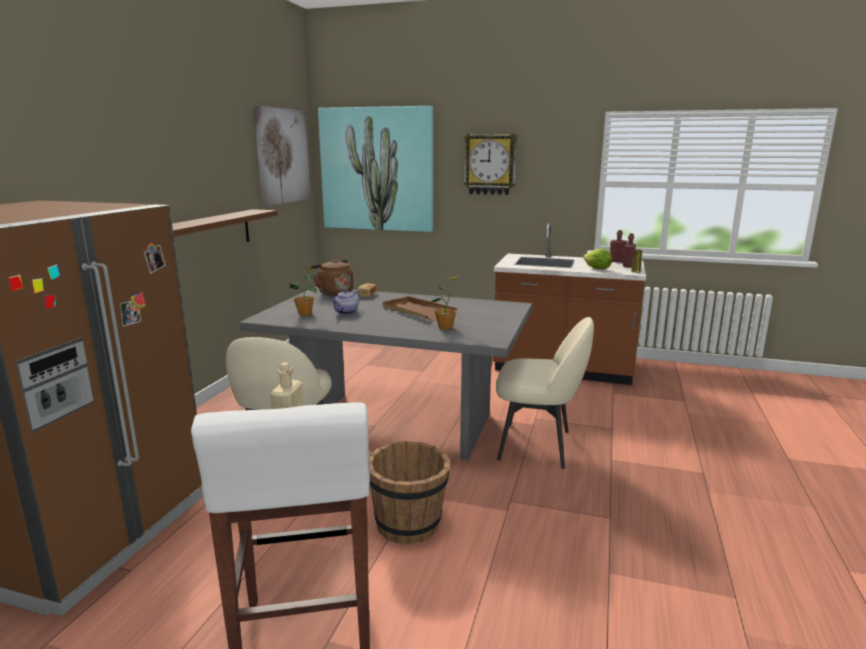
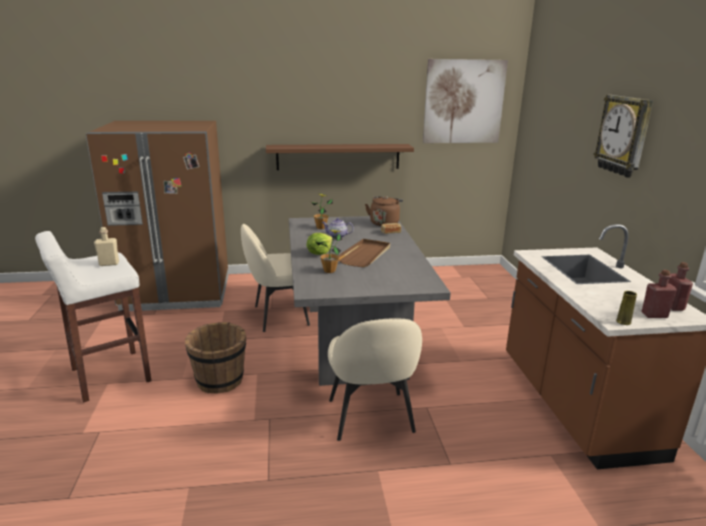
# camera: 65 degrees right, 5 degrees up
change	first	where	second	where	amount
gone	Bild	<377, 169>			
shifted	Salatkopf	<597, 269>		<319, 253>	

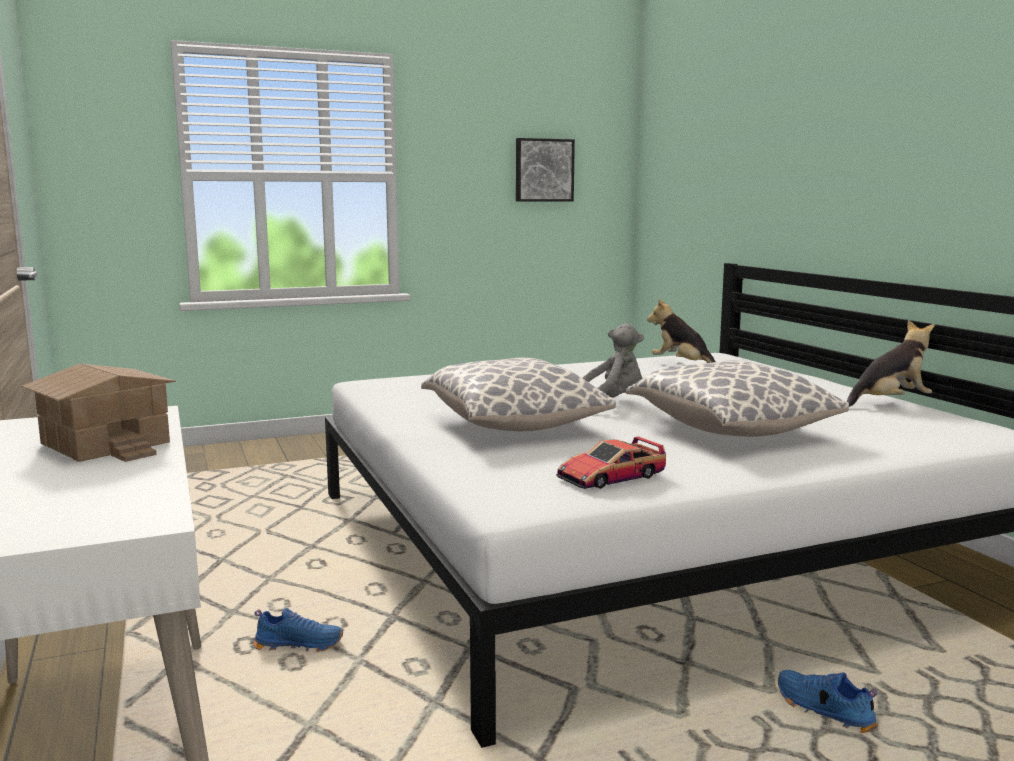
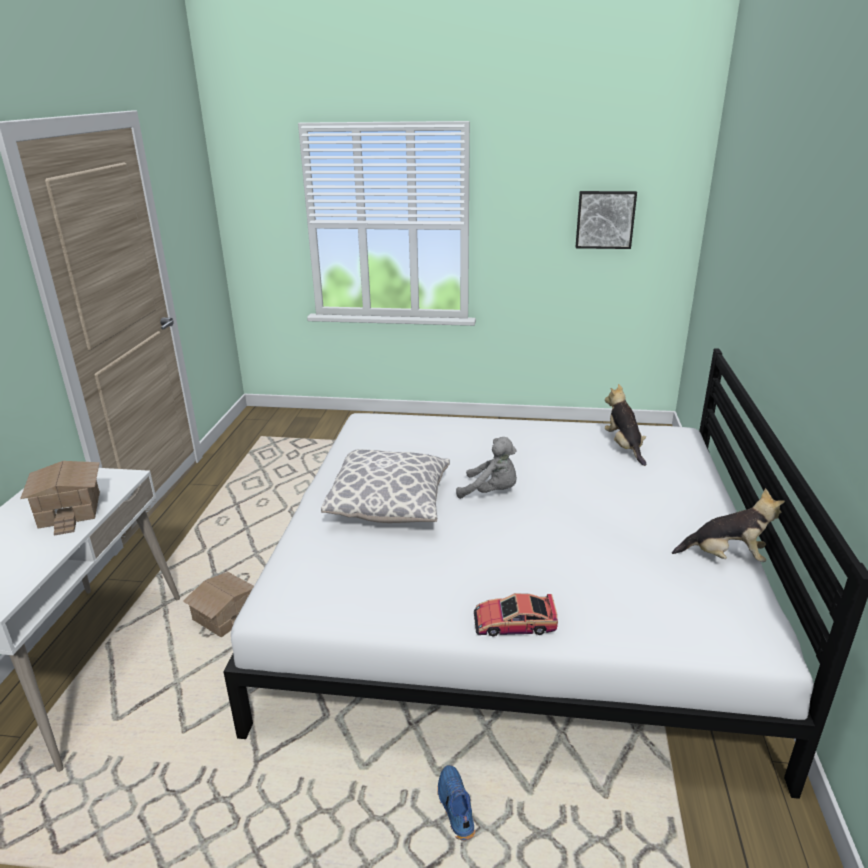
# camera: 30 degrees right, 15 degrees up
change	first	where	second	where	amount
gone	Kissen	<731, 430>			
shifted	Spielzeugauto	<610, 477>		<514, 623>	
swapped	Schuh (blau)	<299, 645>	Spielzeughaus	<225, 616>	

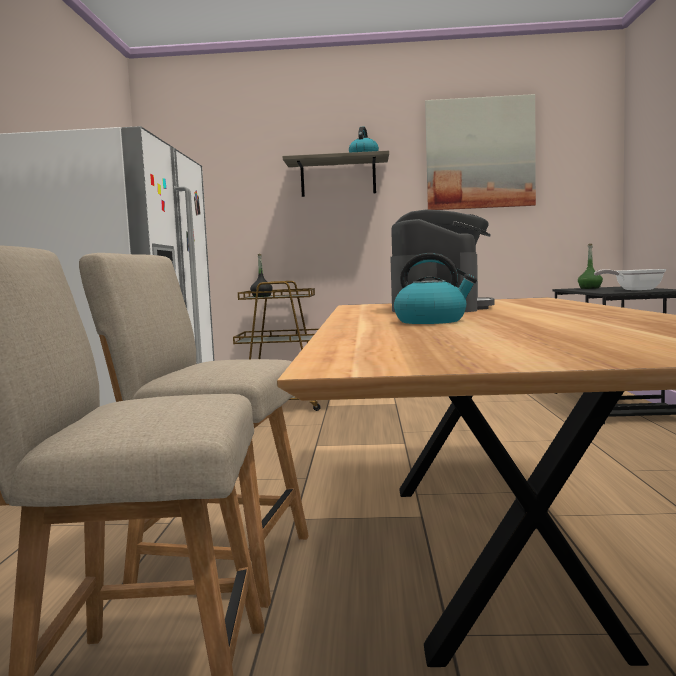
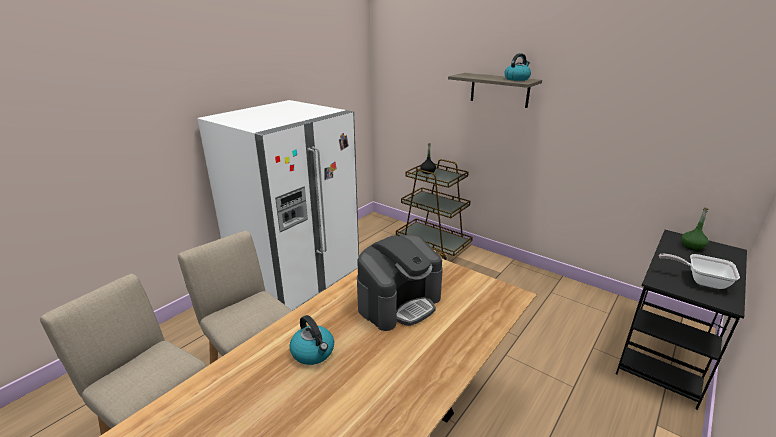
# camera: 35 degrees right, 20 degrees up
change	first	where	second	where	amount
gone	Bild	<479, 154>			

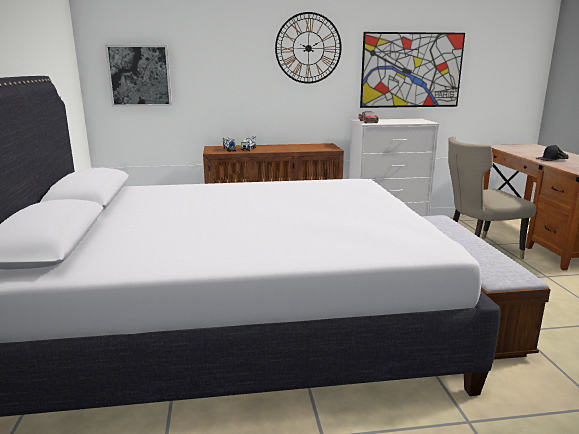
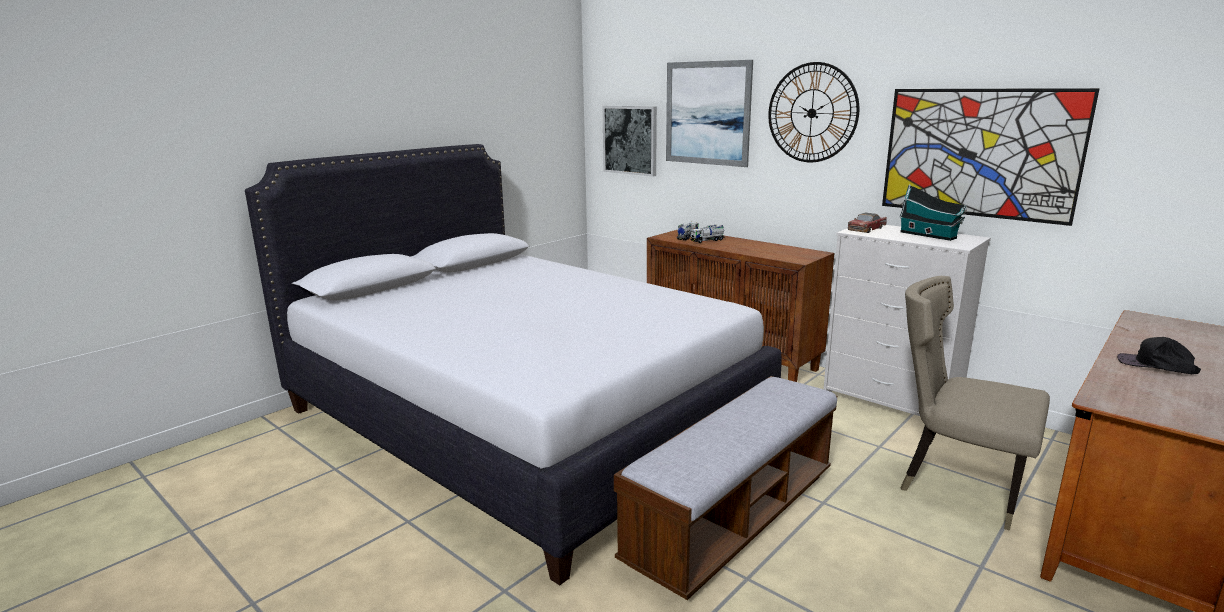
# camera: 50 degrees right, 0 degrees up
change	first	where	second	where	amount
new			Bild	<707, 113>	
new			Spielzeughaus	<930, 235>	

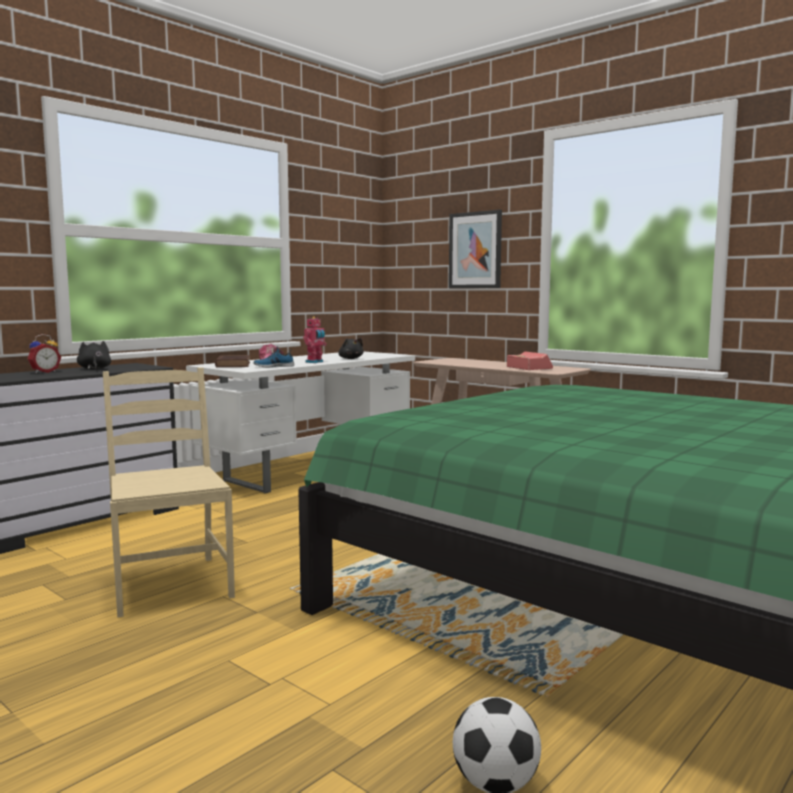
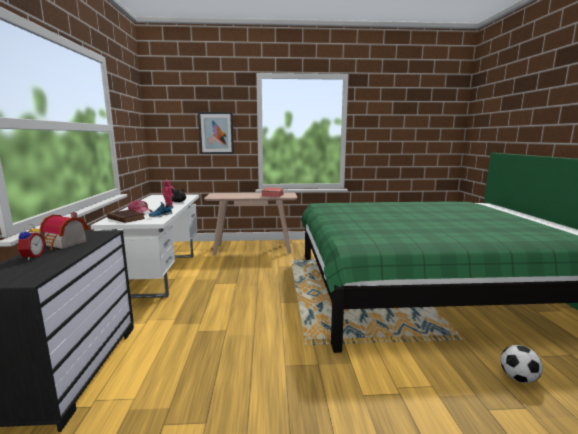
# camera: 45 degrees left, 5 degrees up
change	first	where	second	where	amount
swapped	Plüschtier (schwarz)	<94, 369>	Spielzeughaus	<65, 244>	
gone	Stuhl (beige)	<169, 584>			

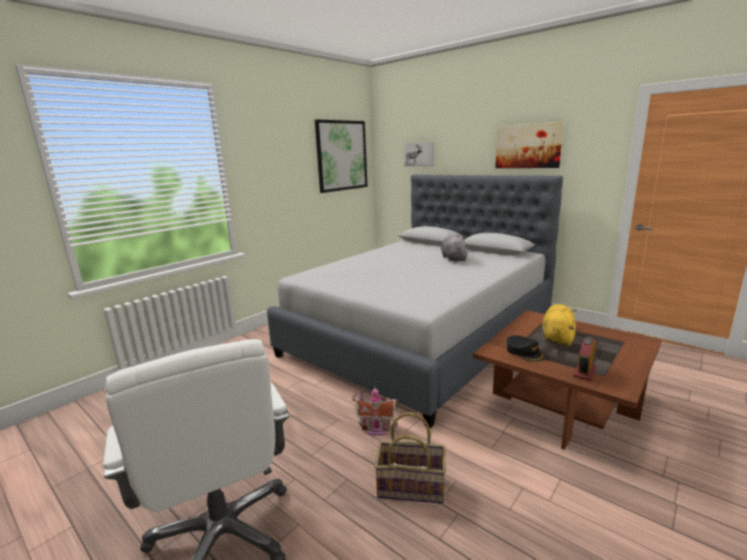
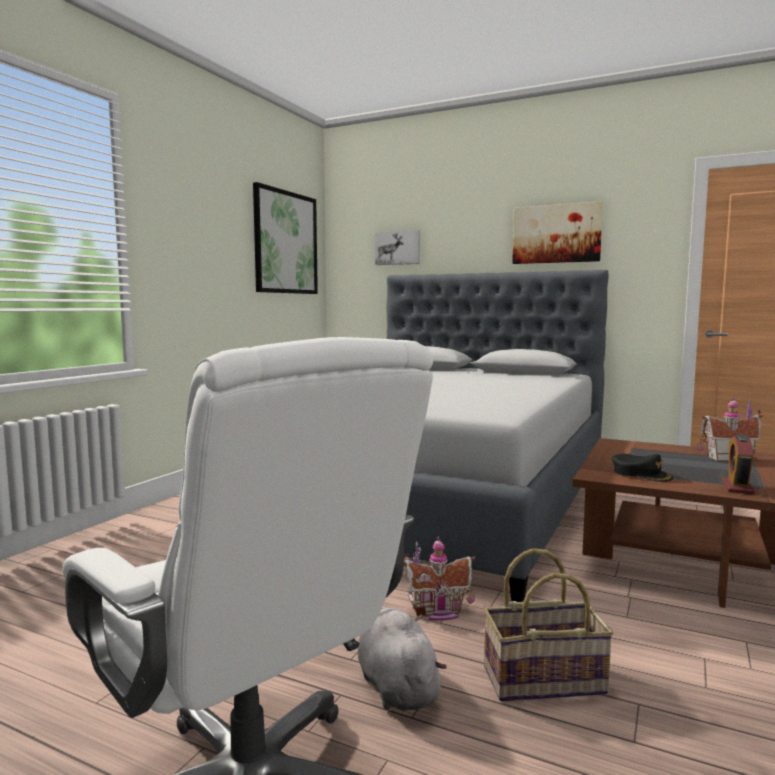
# camera: 15 degrees left, 10 degrees down
change	first	where	second	where	amount
shifted	Plüschtier (grau)	<453, 258>		<396, 685>	
gone	Plüschtier (gelb)	<557, 338>			
new			Spielzeughaus	<726, 457>	

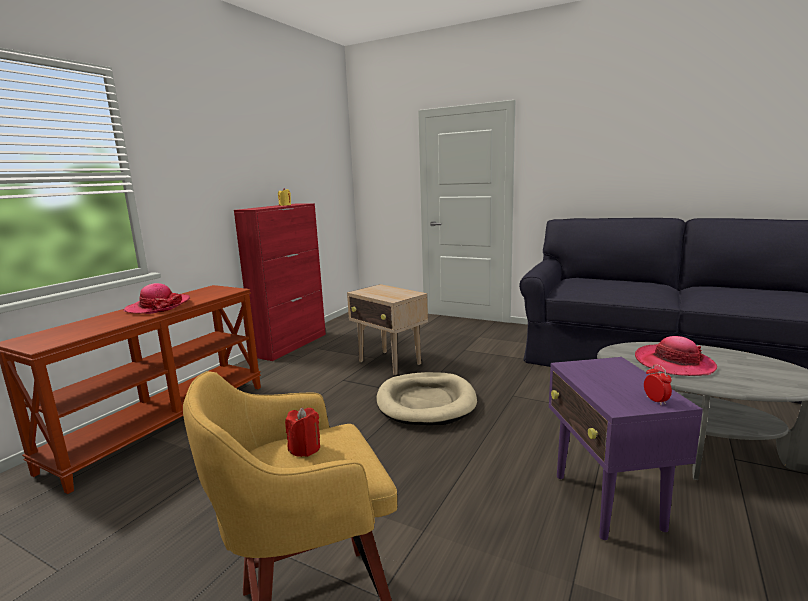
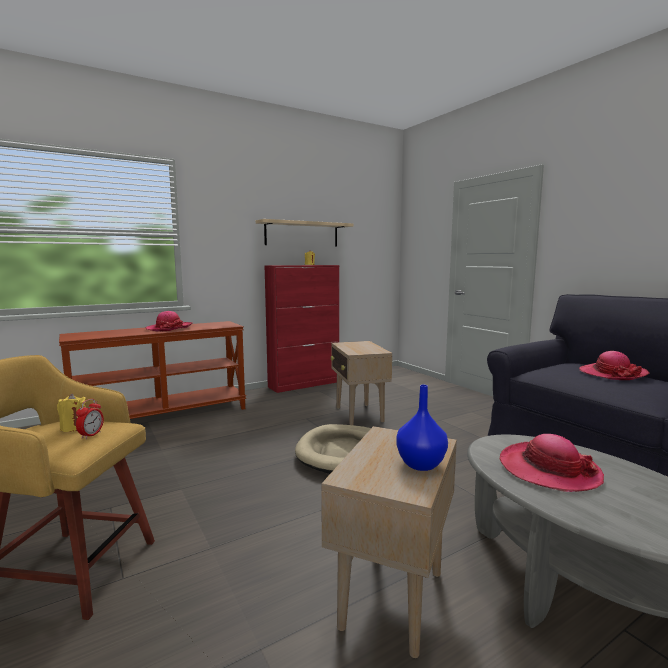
# camera: 30 degrees right, 5 degrees down
change	first	where	second	where	amount
repainted	Beistelltisch (lila)	<607, 503>	Beistelltisch (beige)	<391, 600>	
shifted	Wecker	<655, 400>		<91, 435>	
repainted	Kerze (rot)	<305, 448>	Kerze (gelb)	<74, 427>	
new			Wandregal (beige)	<302, 234>	
new			Hut	<612, 374>	
new			Vase (blau)	<419, 464>	

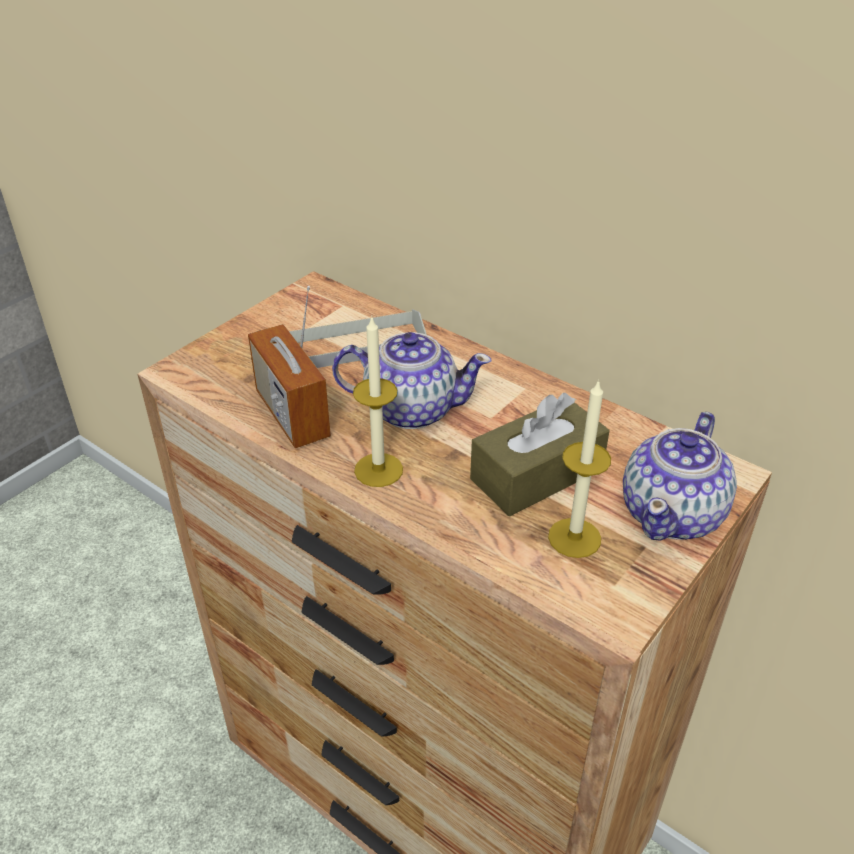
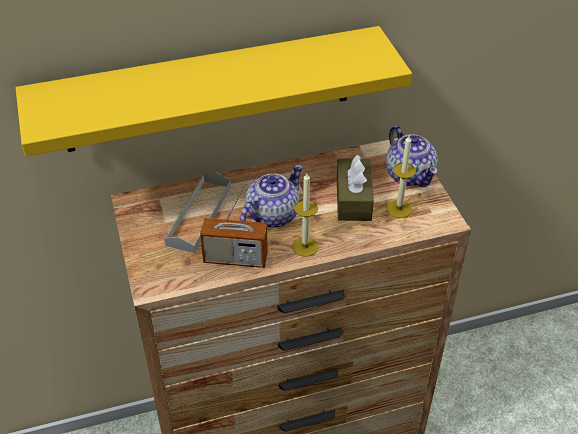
# camera: 55 degrees left, 5 degrees up
change	first	where	second	where	amount
new			Wandregal (gelb)	<208, 90>	

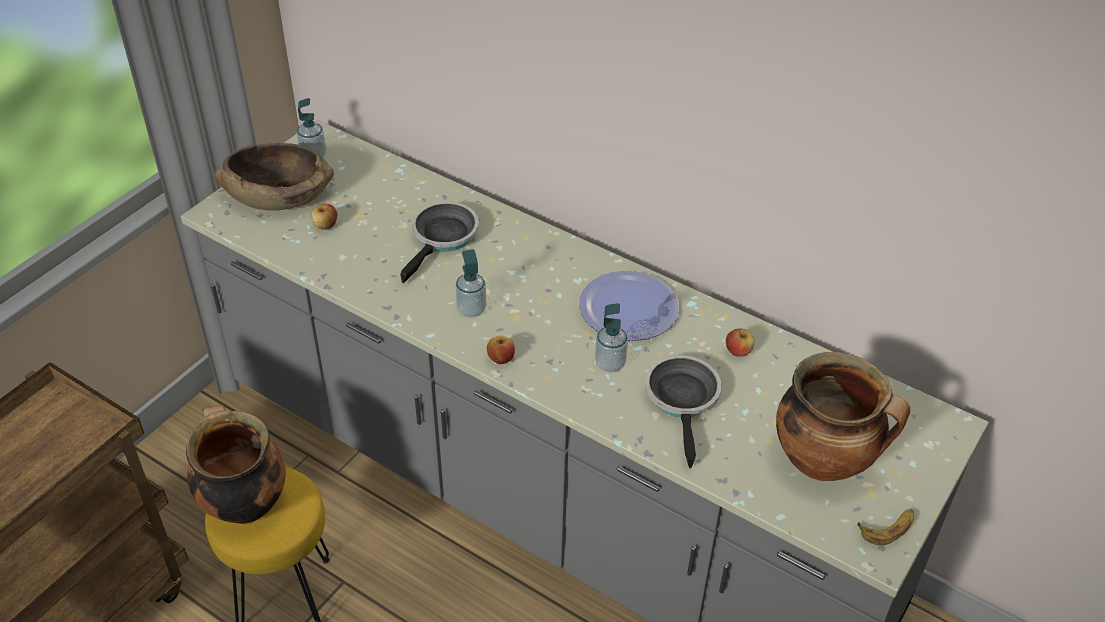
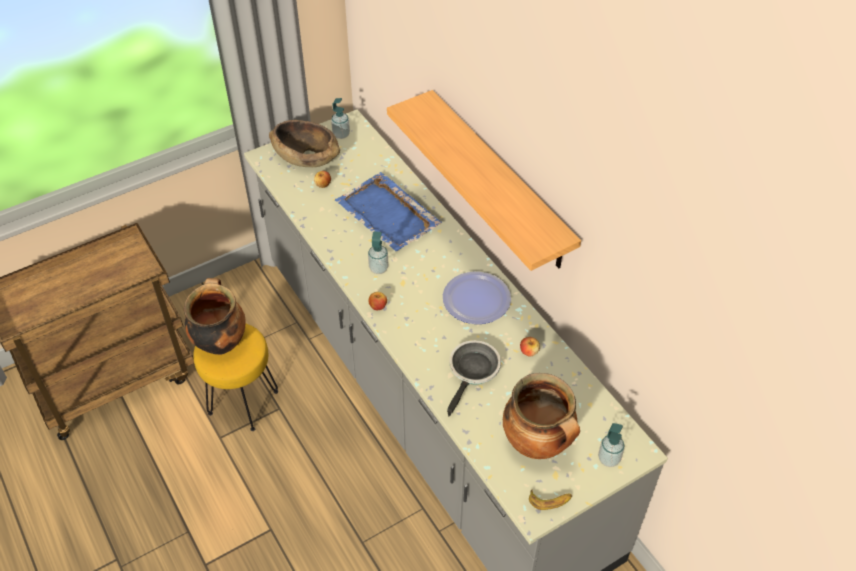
# camera: 25 degrees right, 5 degrees up
change	first	where	second	where	amount
swapped	Pfanne	<443, 238>	Tablett (blau)	<388, 215>	
shifted	Seifenspender	<610, 363>		<608, 459>	
new			Wandregal	<499, 181>	

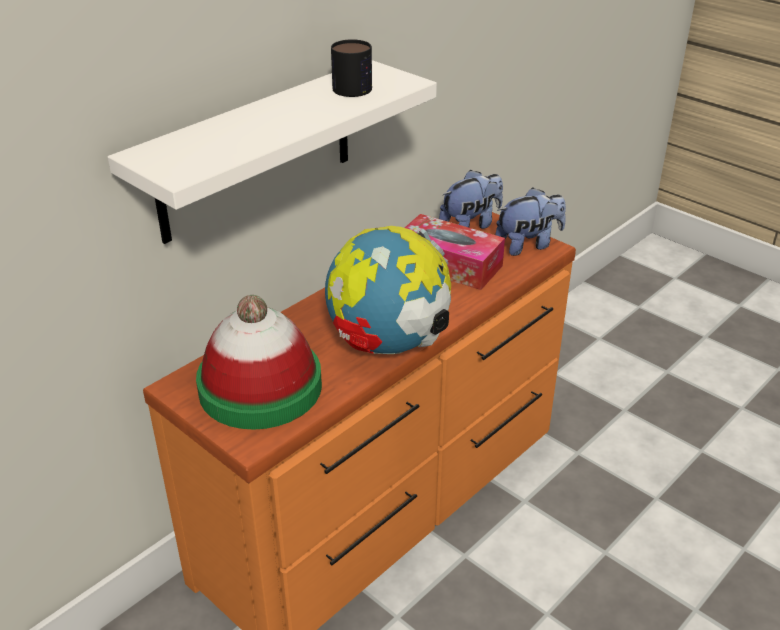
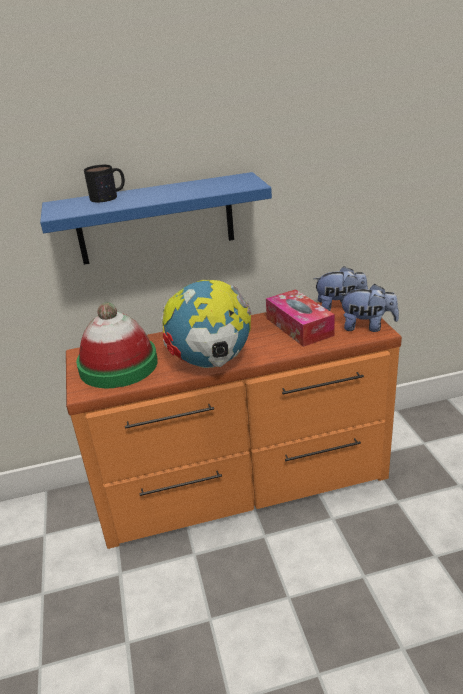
# camera: 35 degrees right, 5 degrees down
change	first	where	second	where	amount
shifted	Henkelbecher	<355, 85>		<109, 196>	
repainted	Wandregal (weiß)	<256, 151>	Wandregal (blau)	<155, 219>	

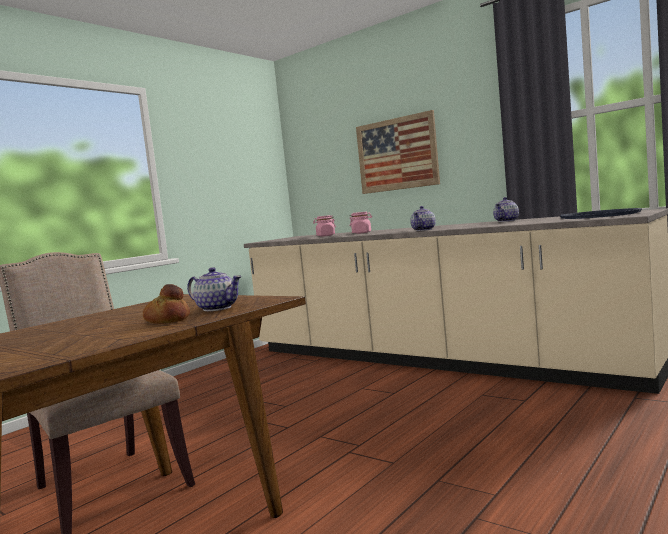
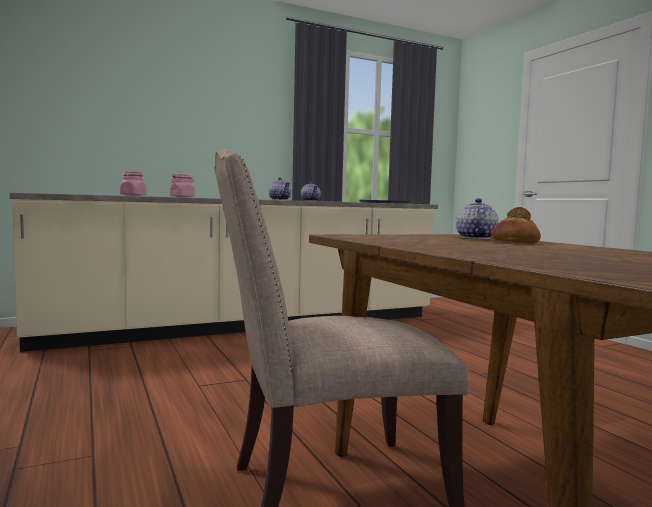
# camera: 65 degrees left, 0 degrees up
change	first	where	second	where	amount
gone	Bild	<397, 154>			
rotated	Teekanne	<217, 308>		<475, 238>	45 degrees counterclockwise

